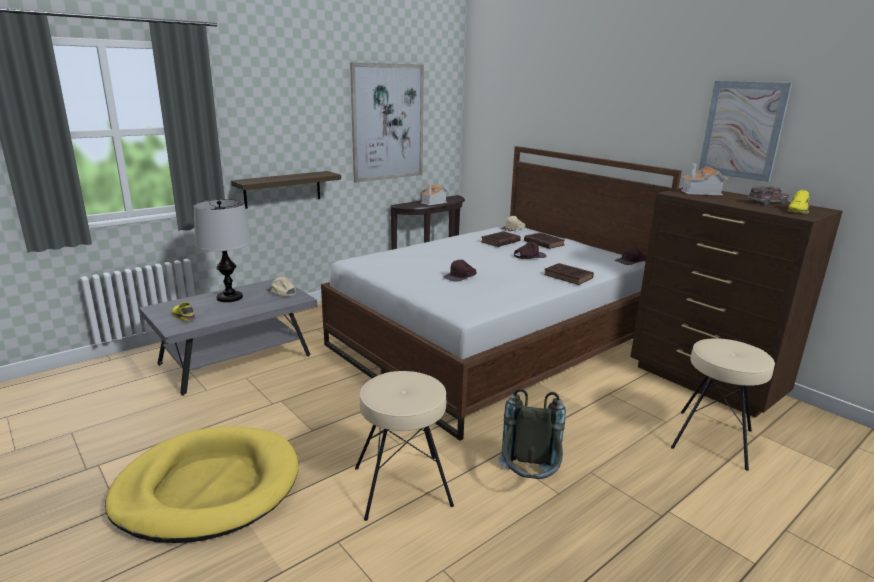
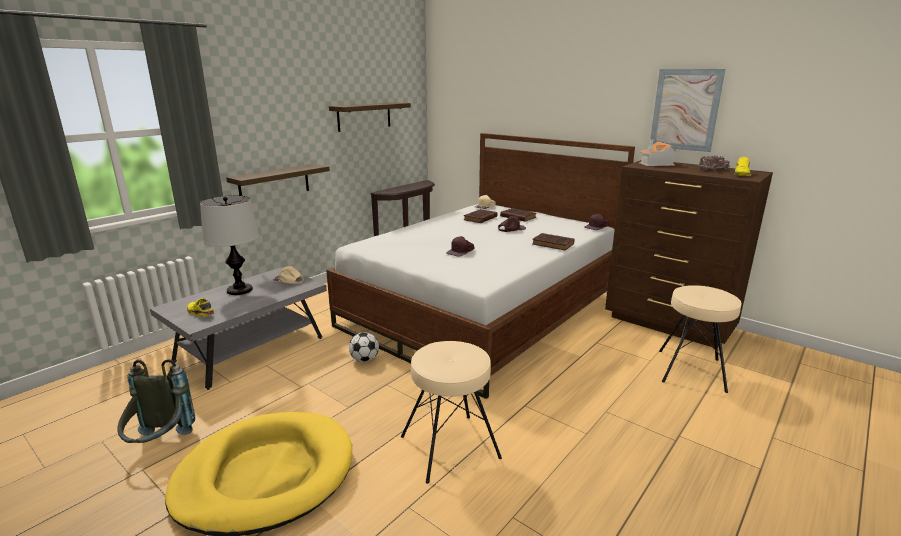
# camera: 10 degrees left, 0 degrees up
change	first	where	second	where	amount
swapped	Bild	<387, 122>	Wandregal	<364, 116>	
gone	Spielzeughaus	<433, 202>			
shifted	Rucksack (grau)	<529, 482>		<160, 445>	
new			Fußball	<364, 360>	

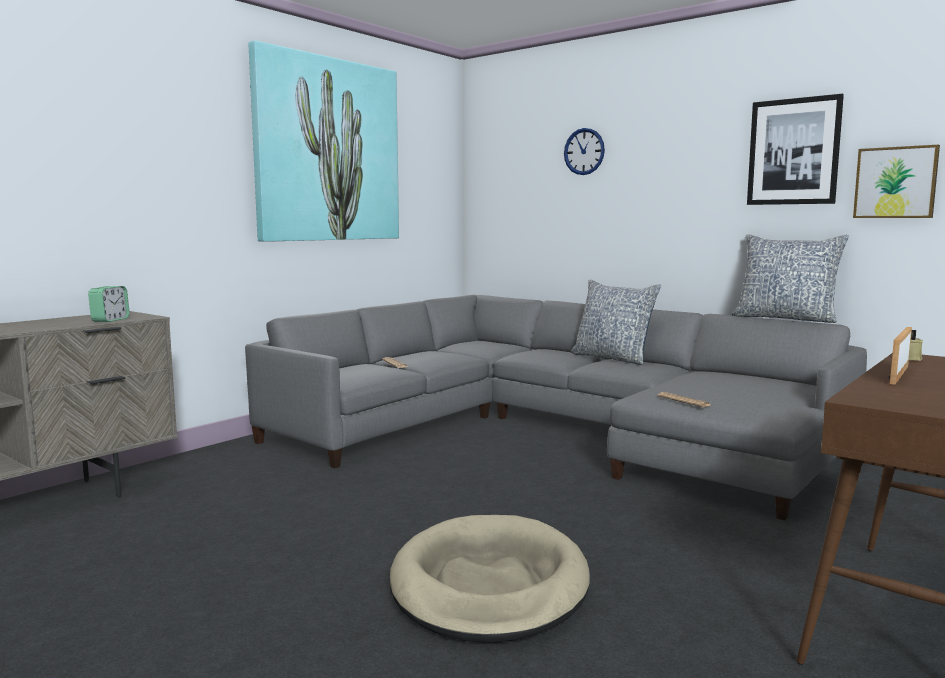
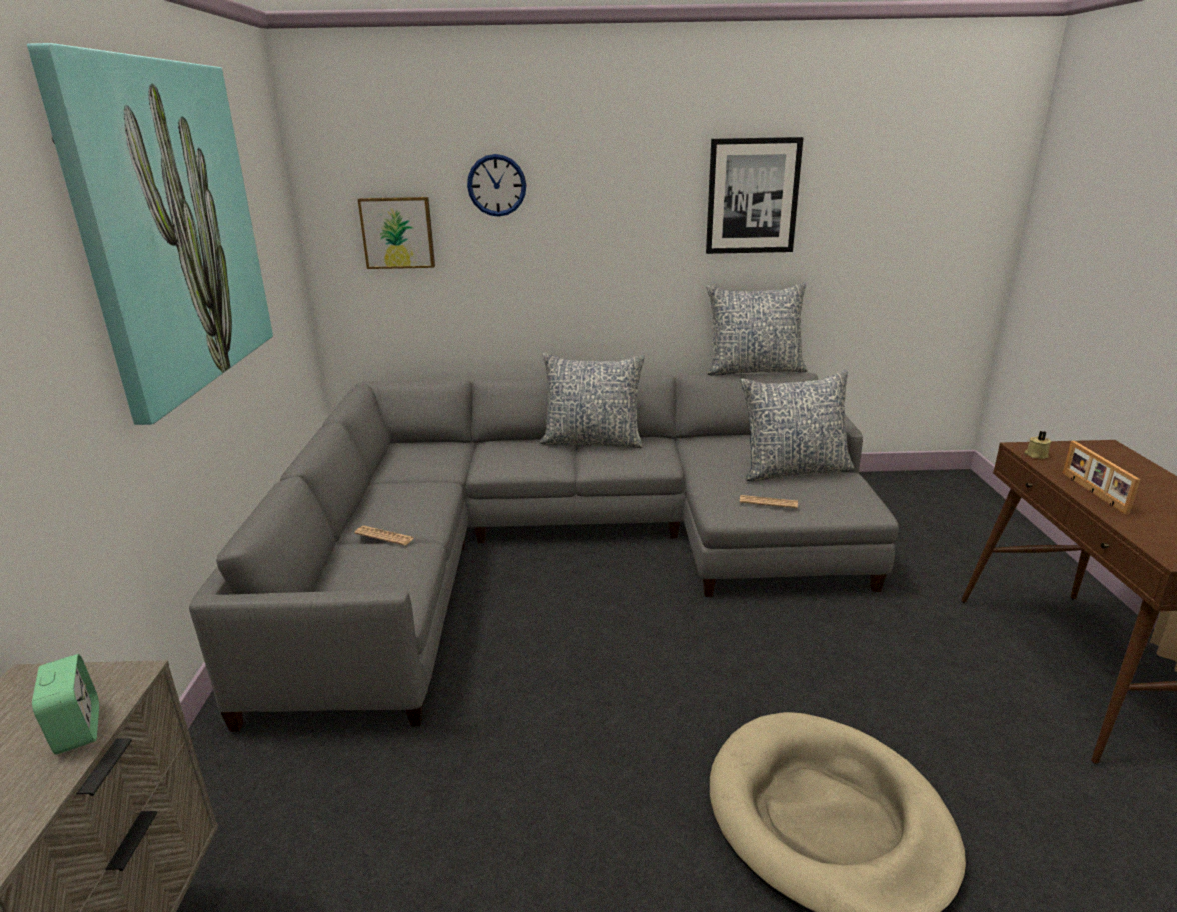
# camera: 40 degrees left, 15 degrees up
change	first	where	second	where	amount
shifted	Bild	<895, 182>		<398, 232>	
new			Kissen	<793, 470>	

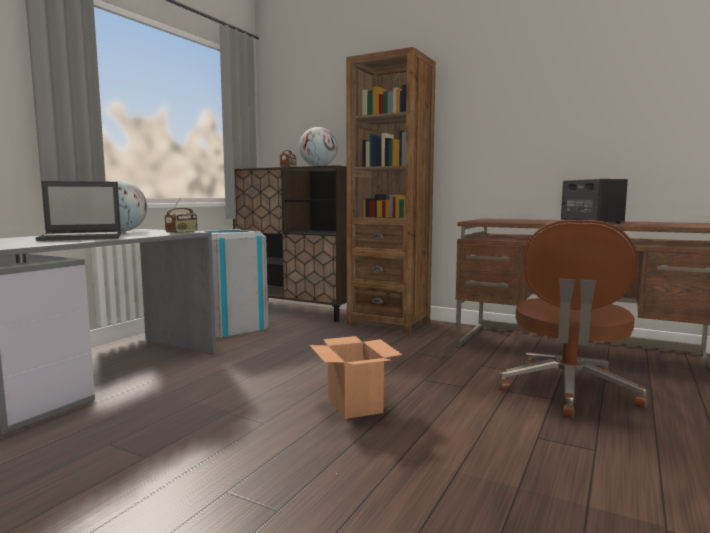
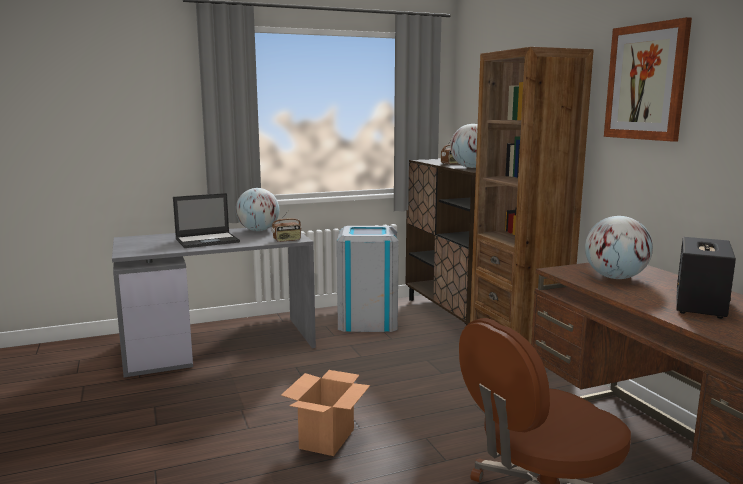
# camera: 40 degrees right, 5 degrees up
change	first	where	second	where	amount
rotated	Laptop	<83, 237>		<208, 240>	45 degrees counterclockwise
new			Bild	<646, 82>	
new			Globus	<615, 278>	

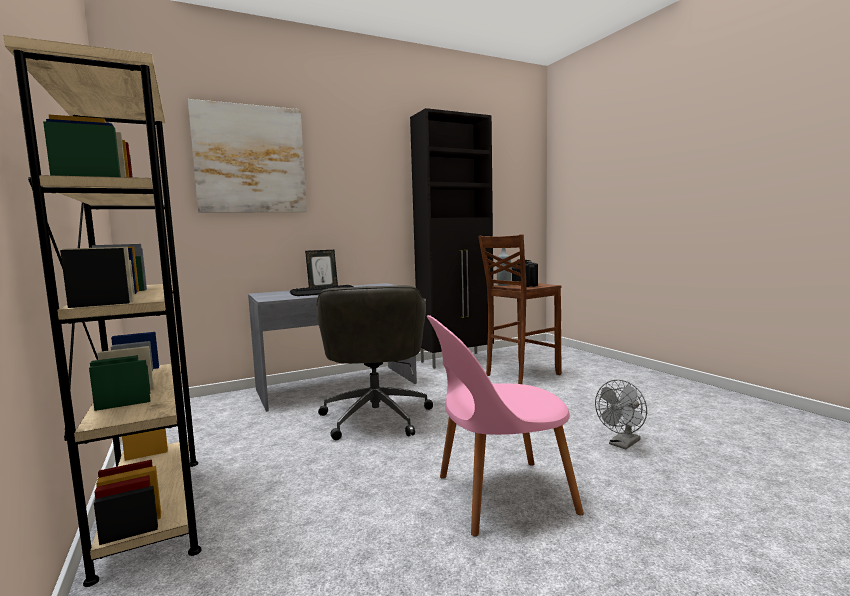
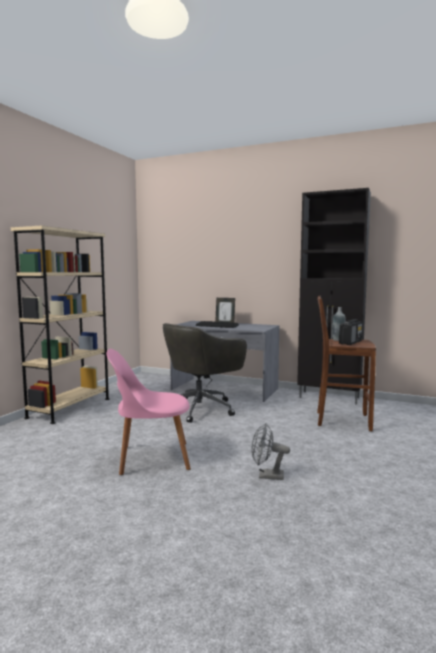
# camera: 50 degrees right, 0 degrees up
change	first	where	second	where	amount
gone	Bild	<250, 159>			
rotated	Stuhl (rosa)	<499, 495>		<150, 458>	45 degrees counterclockwise

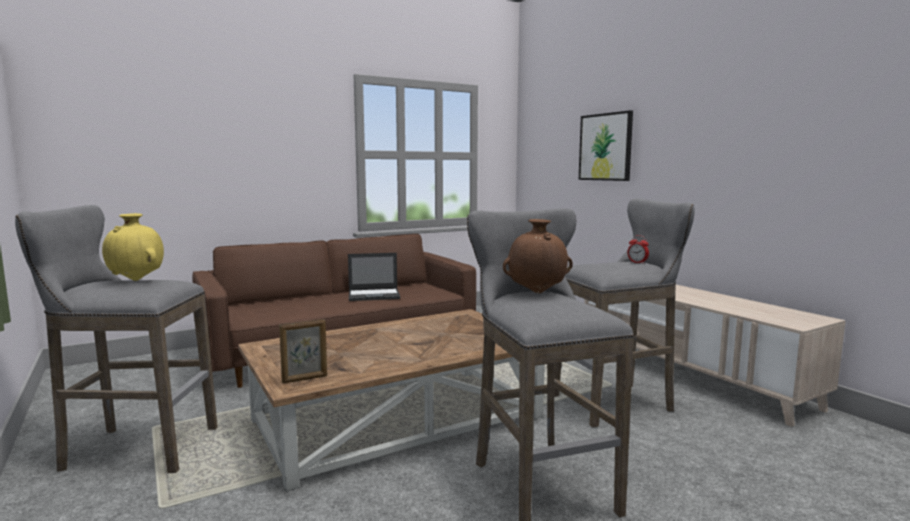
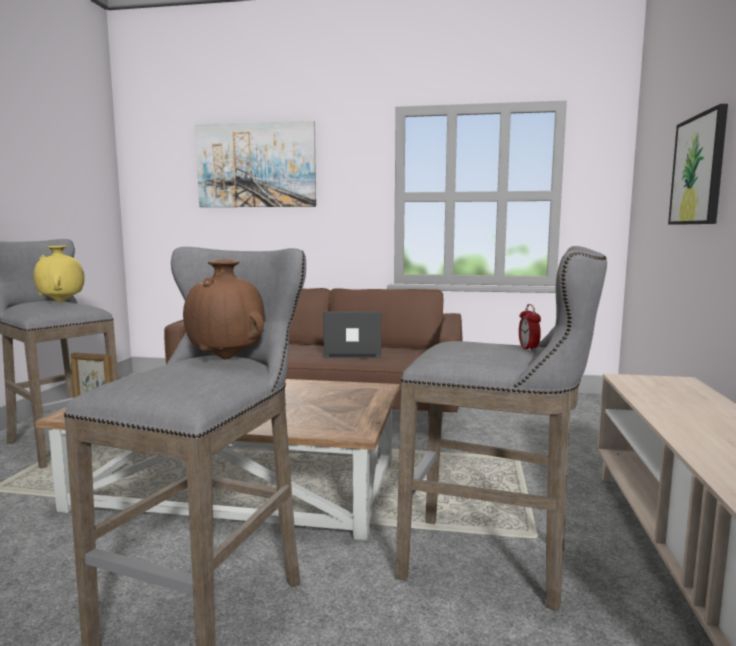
# camera: 40 degrees right, 0 degrees up
change	first	where	second	where	amount
rotated	Laptop	<374, 295>		<352, 353>	150 degrees clockwise
new			Bild	<256, 165>	

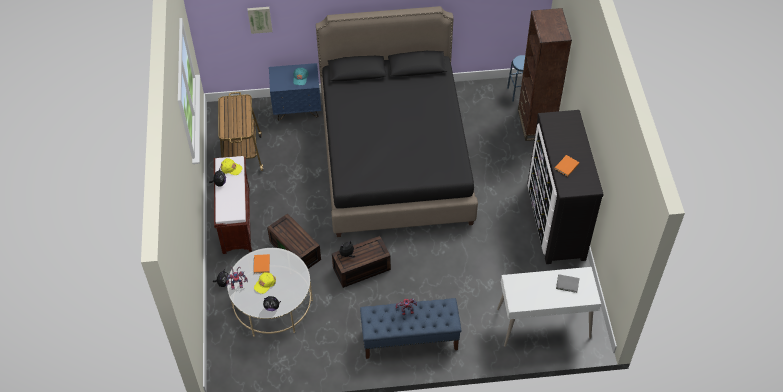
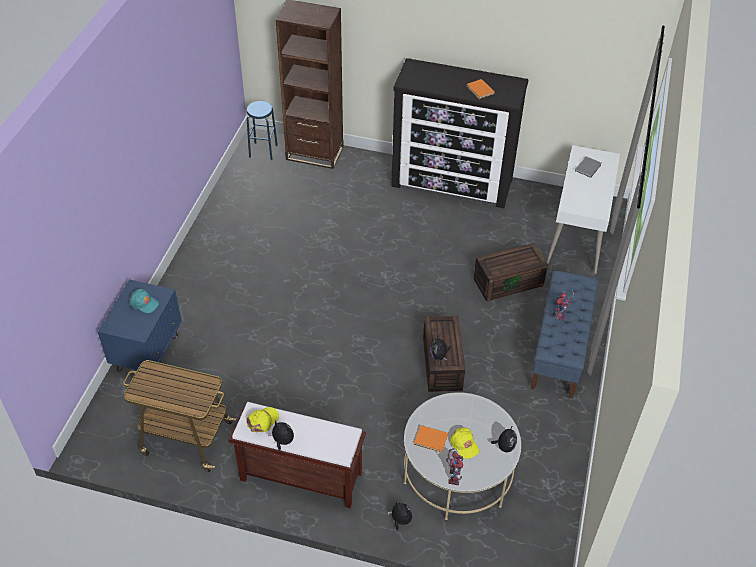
# camera: 70 degrees left, 5 degrees down
change	first	where	second	where	amount
gone	Bett (schwarz)	<394, 157>			
gone	Bild	<260, 19>			
shifted	Aufbewahrungsbox (braun)	<296, 250>		<508, 281>	

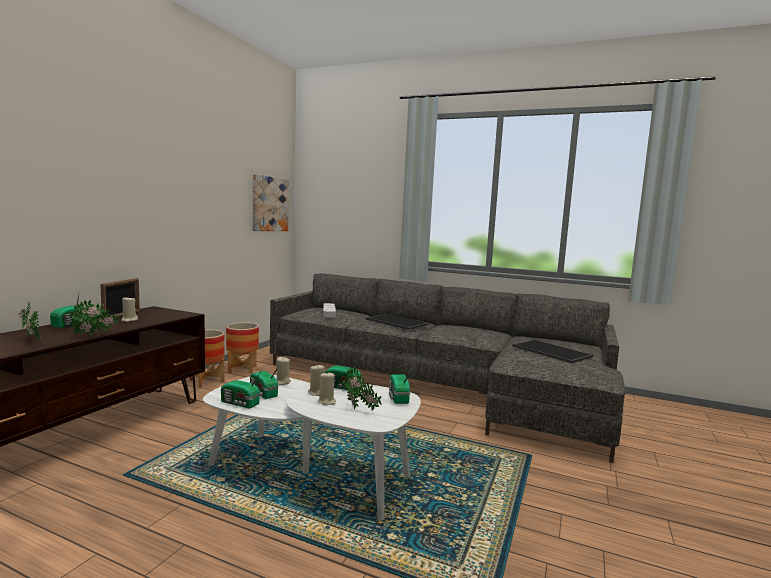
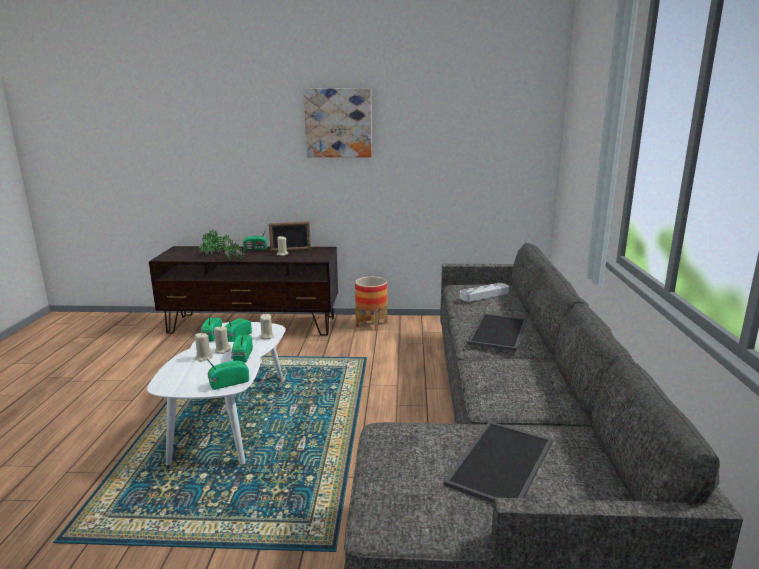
# camera: 70 degrees right, 10 degrees up
change	first	where	second	where	amount
shifted	Bild	<269, 204>		<338, 123>	
gone	Pflanzkübel	<242, 369>			
gone	Topfpflanze	<360, 410>			

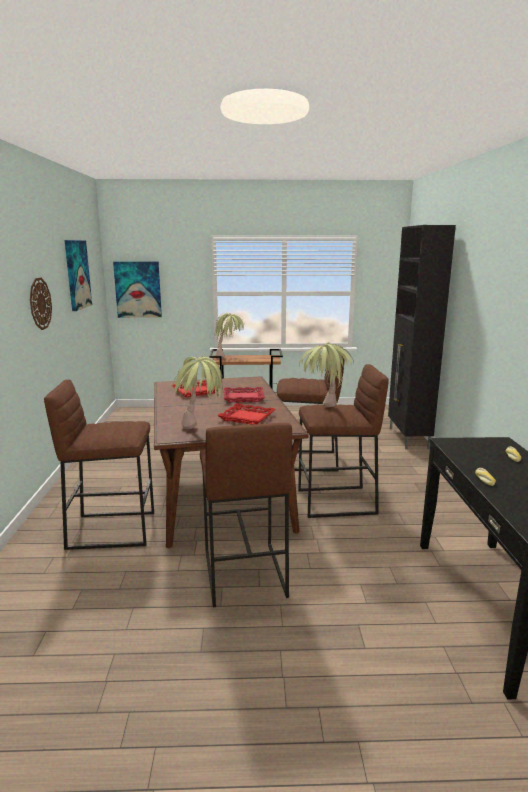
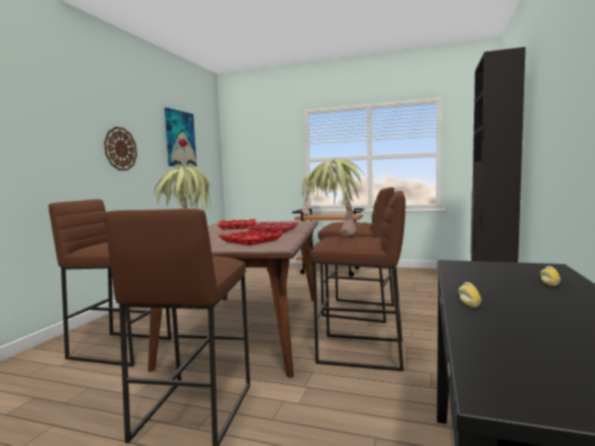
# camera: 20 degrees right, 10 degrees down
change	first	where	second	where	amount
gone	Bild	<138, 289>			

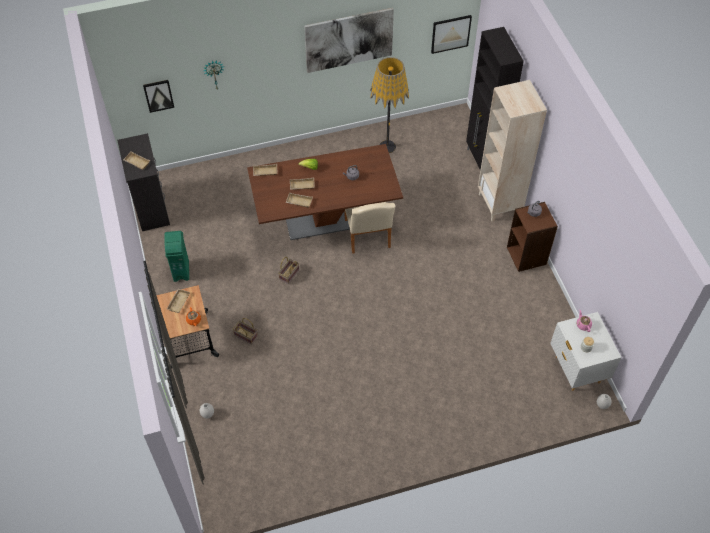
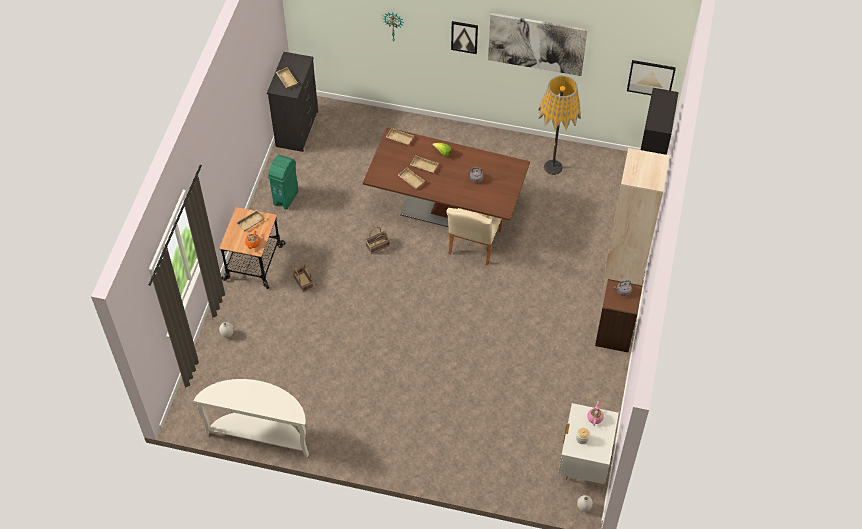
# camera: 30 degrees right, 0 degrees up
change	first	where	second	where	amount
shifted	Bild	<158, 95>		<464, 36>	
new			Konsolentisch (weiß)	<261, 433>	

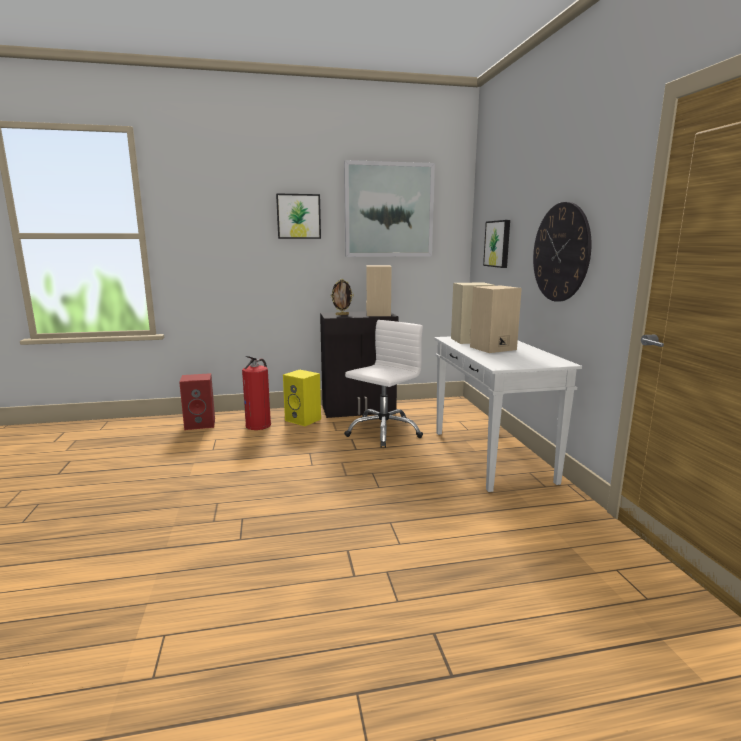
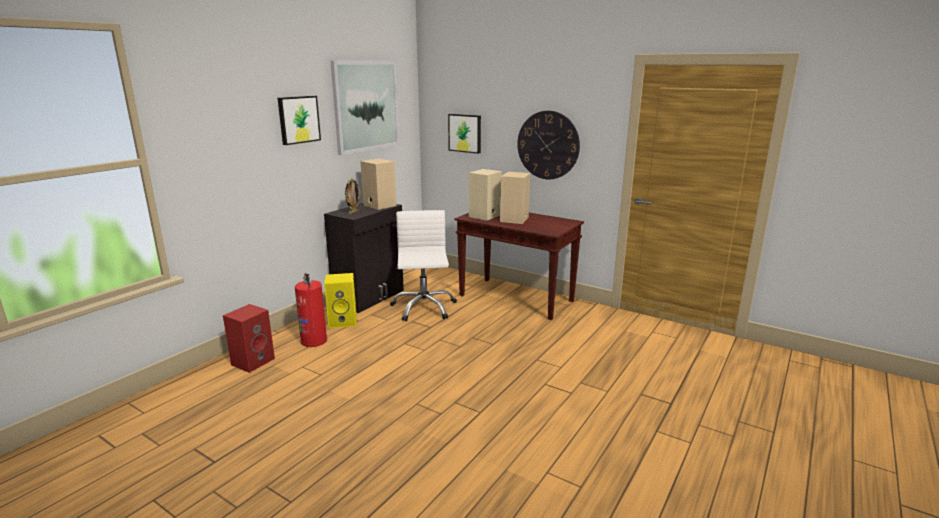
# camera: 45 degrees left, 5 degrees up
change	first	where	second	where	amount
repainted	Konsolentisch (weiß)	<492, 457>	Konsolentisch (braun)	<517, 298>	

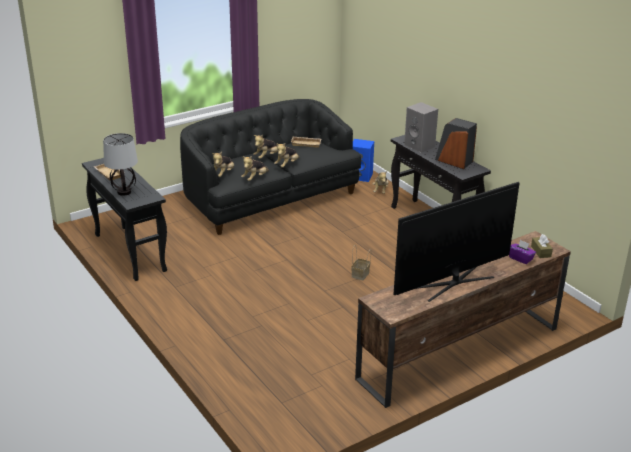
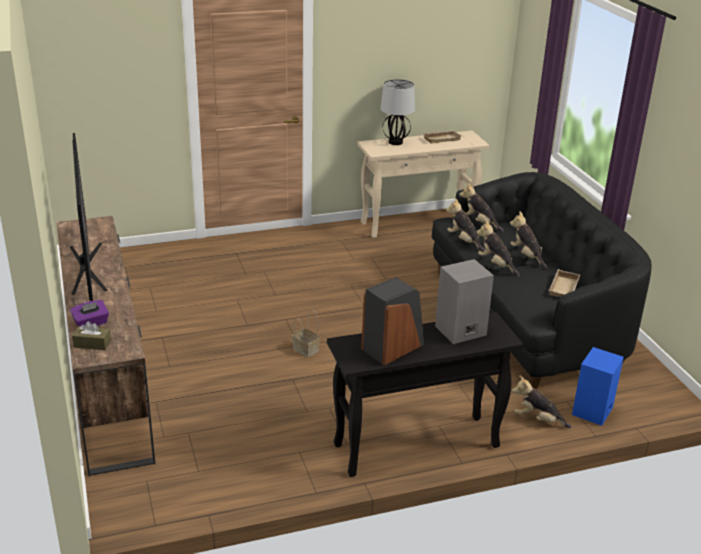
# camera: 105 degrees right, 0 degrees up
change	first	where	second	where	amount
repainted	Konsolentisch (schwarz)	<129, 252>	Konsolentisch (beige)	<418, 224>	

